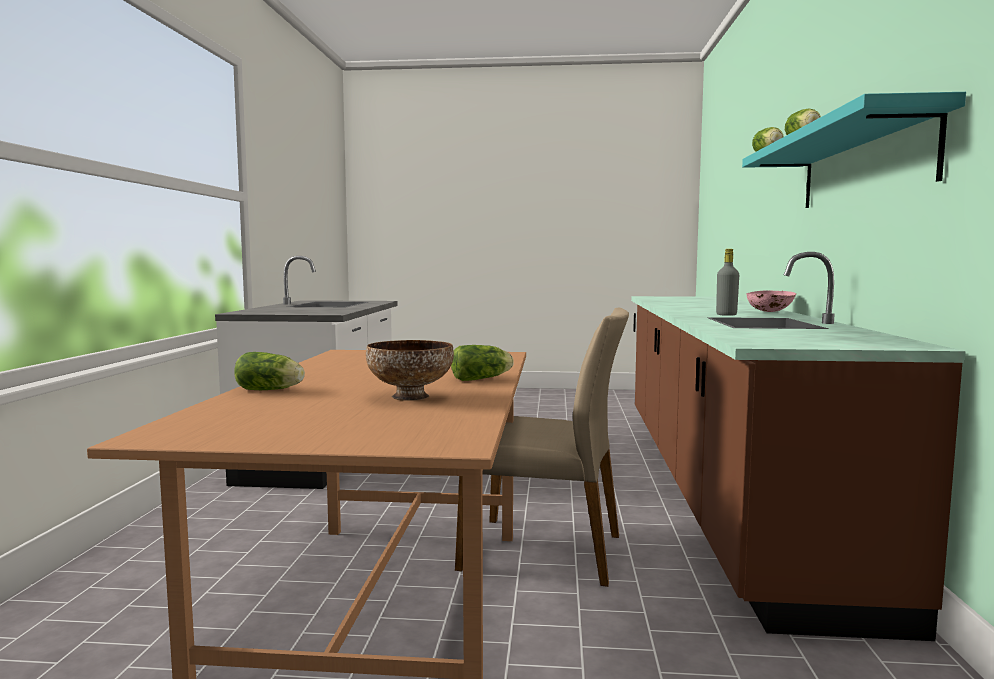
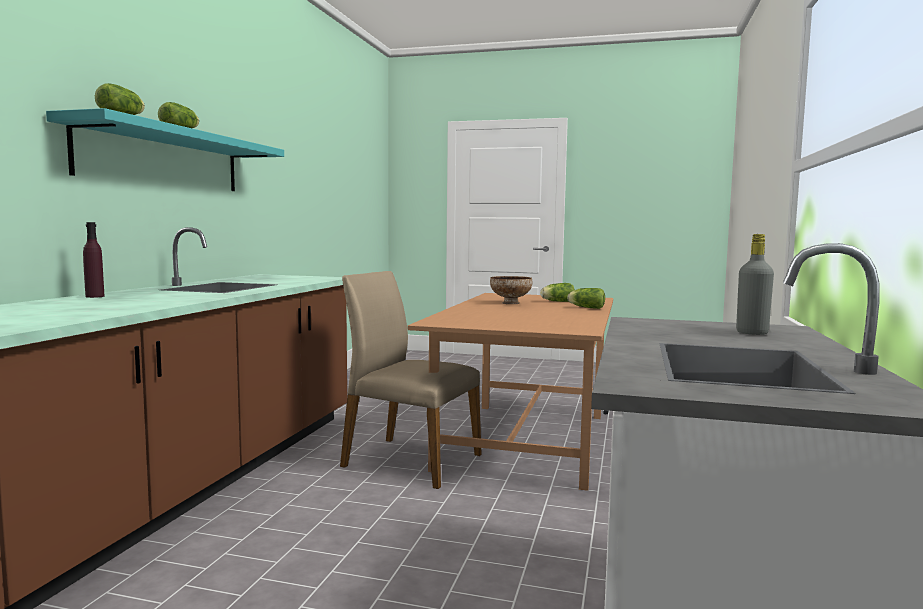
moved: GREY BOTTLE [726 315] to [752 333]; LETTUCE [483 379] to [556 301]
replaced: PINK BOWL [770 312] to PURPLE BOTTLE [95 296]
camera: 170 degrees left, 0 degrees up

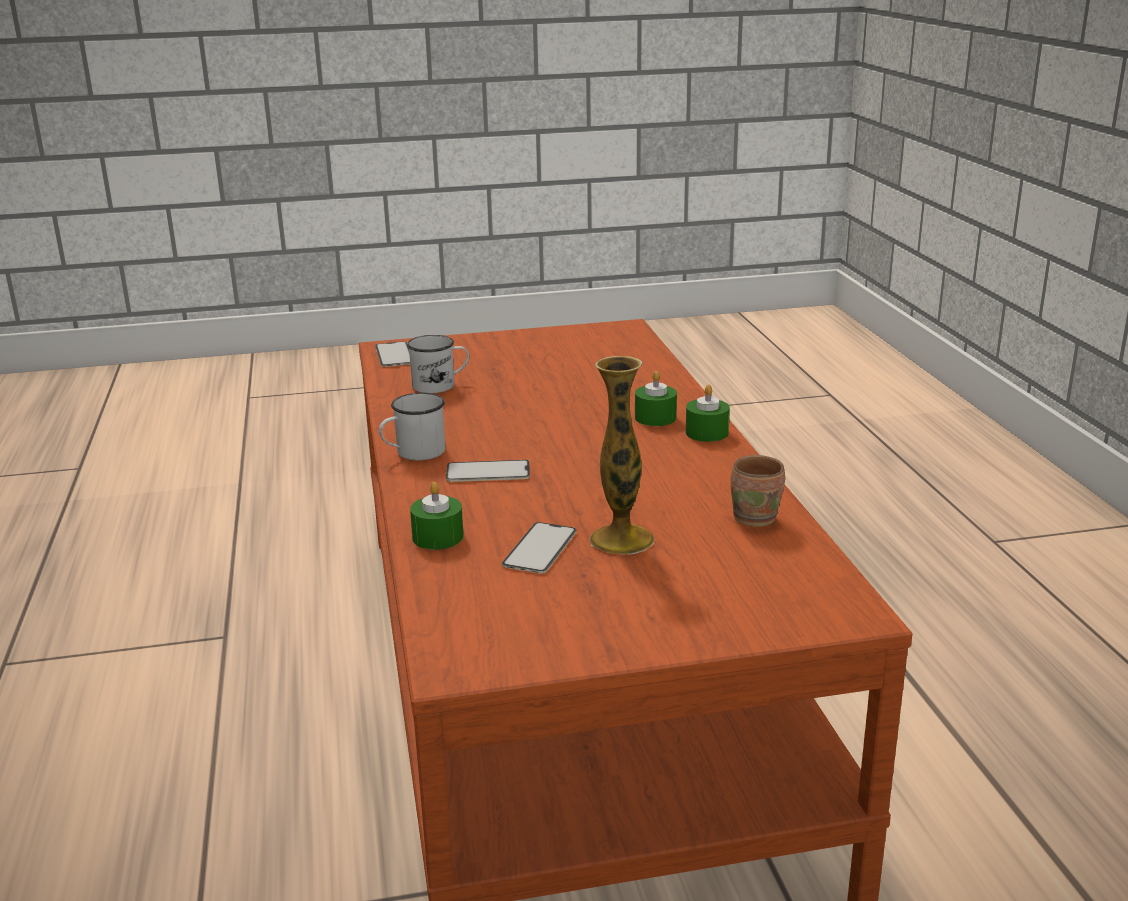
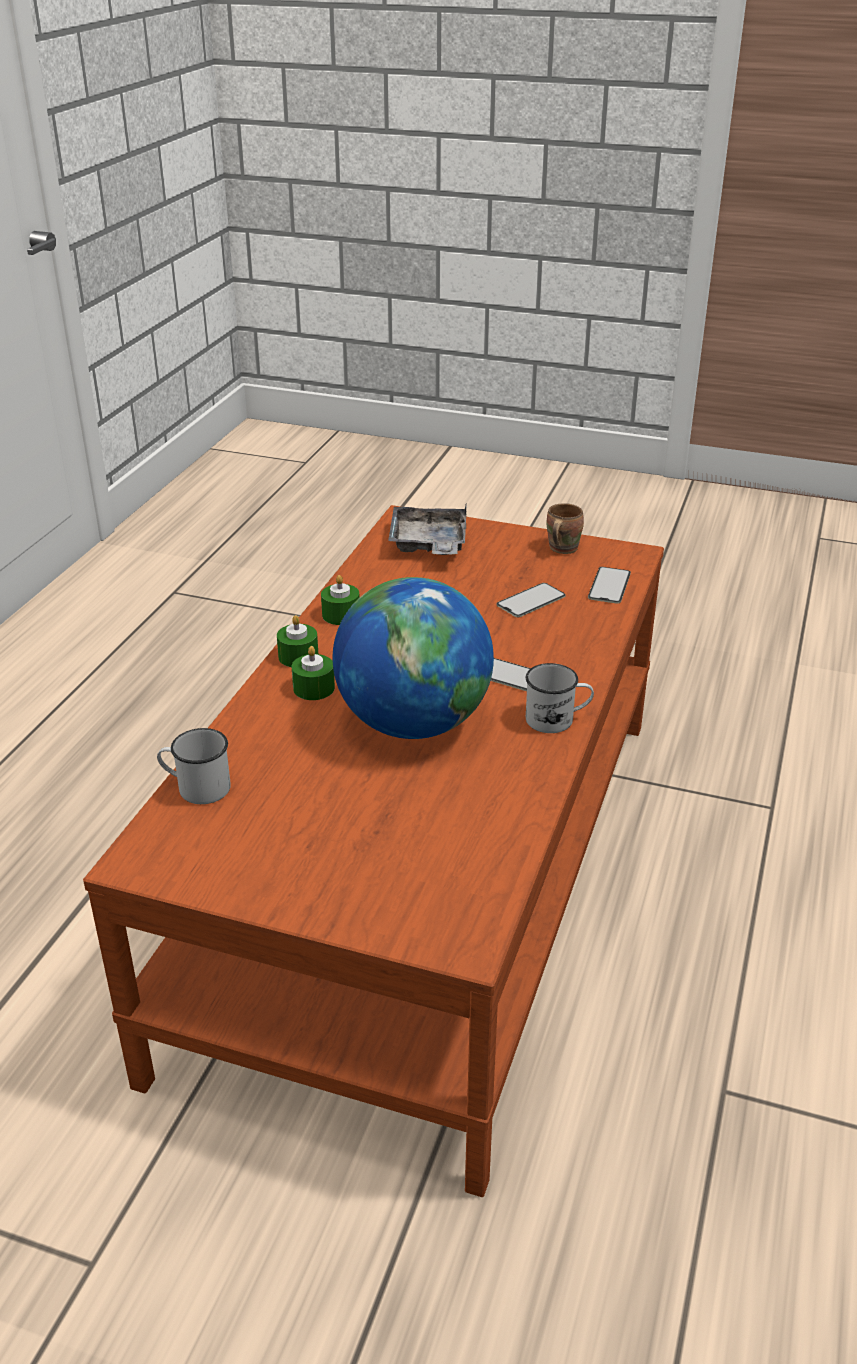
removed: VASE [622 540]
added: GREY TRAY [429 544]; GLOBE [413 723]
moved: WHITE MUG [440 385] to [196 787]; PHONE [394 355] to [609 585]; BROWN MUG [756 517] to [560 548]; GREEN CANDLE [438 537] to [341 615]
camera: 150 degrees left, 10 degrees up

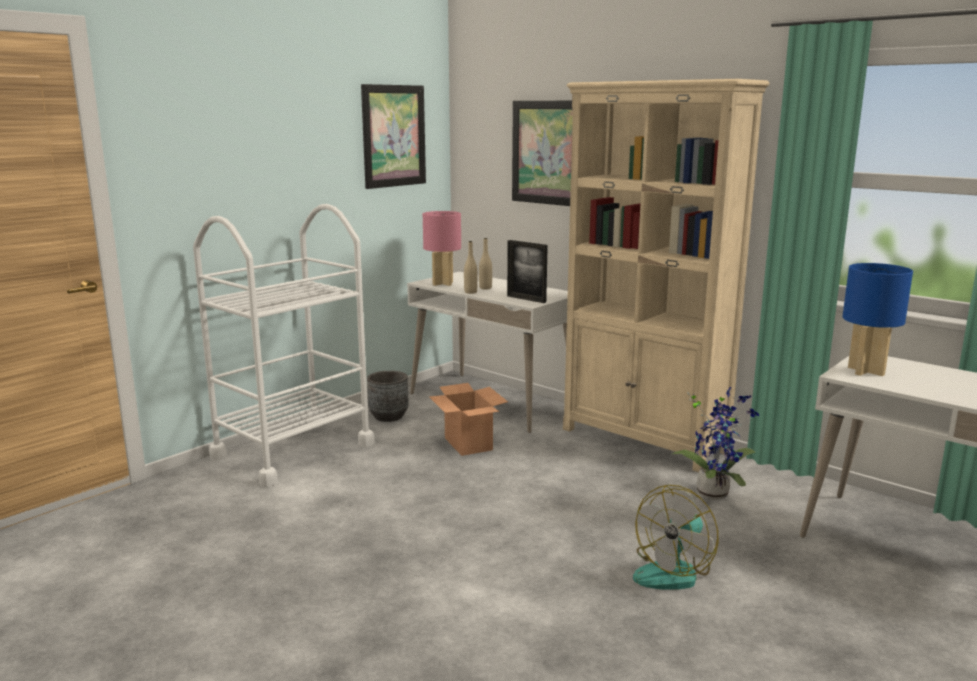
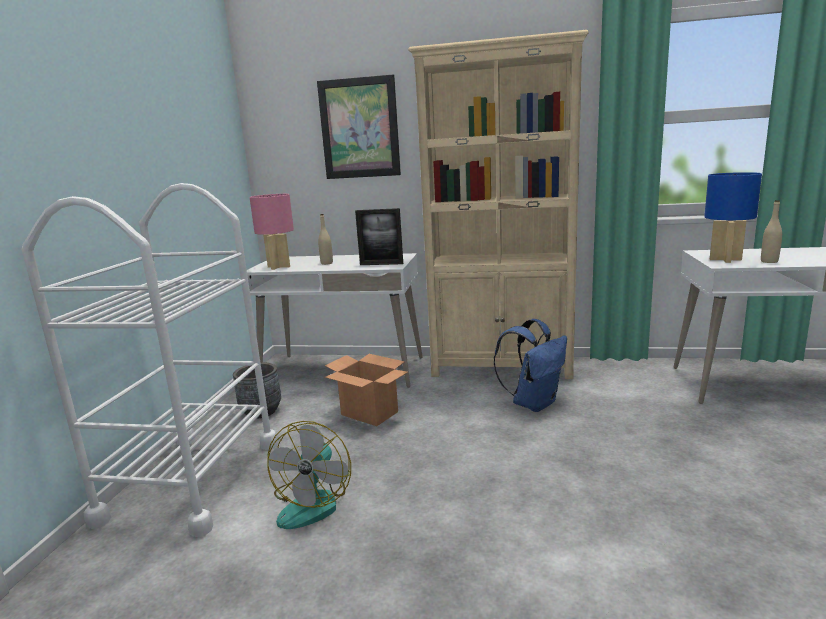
removed: PICTURE [394 136]; POTTED PLANT [714 492]
added: BLUE BACKPACK [534 403]
moved: BEIGE BOTTLE [470 292] to [769 261]; FAN [673 571] to [313 502]
camera: 30 degrees left, 0 degrees up

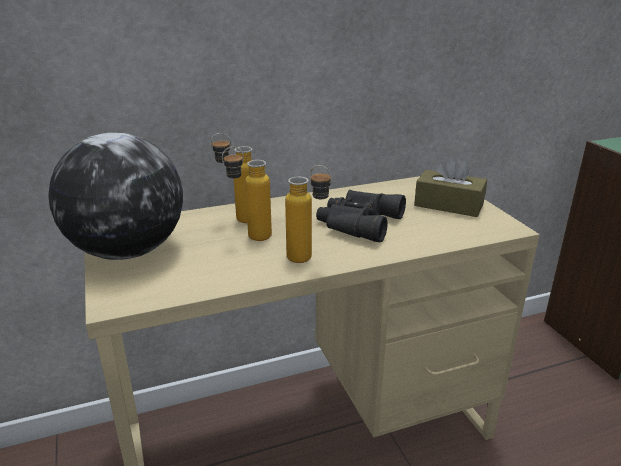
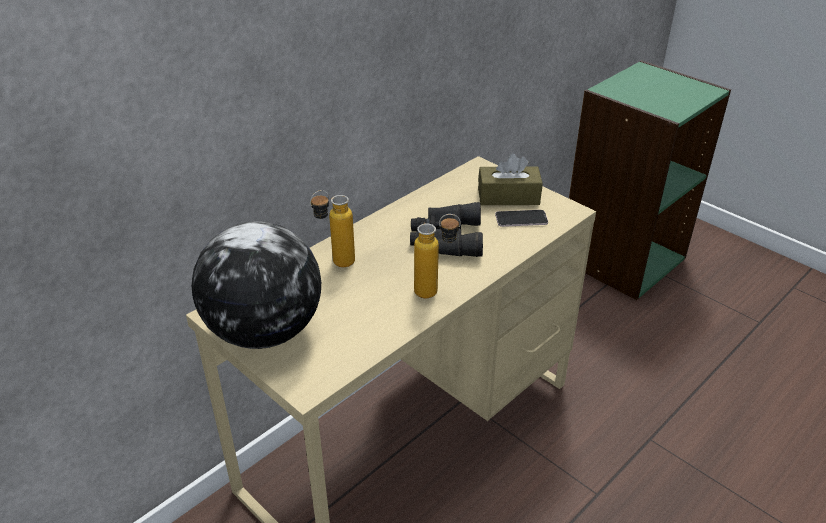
removed: BOTTLE [250 237]
added: PHONE [521 219]
camera: 25 degrees left, 10 degrees up

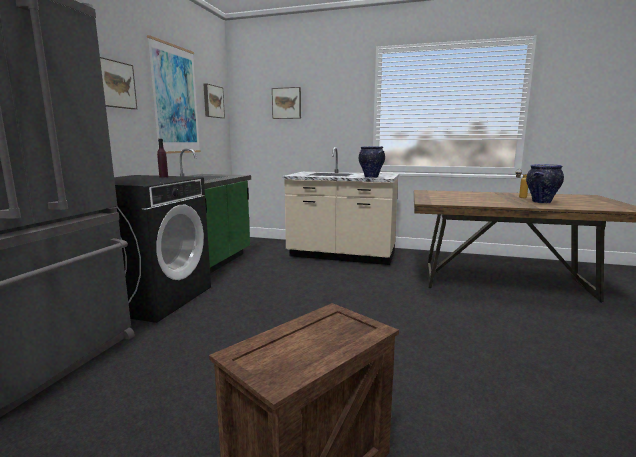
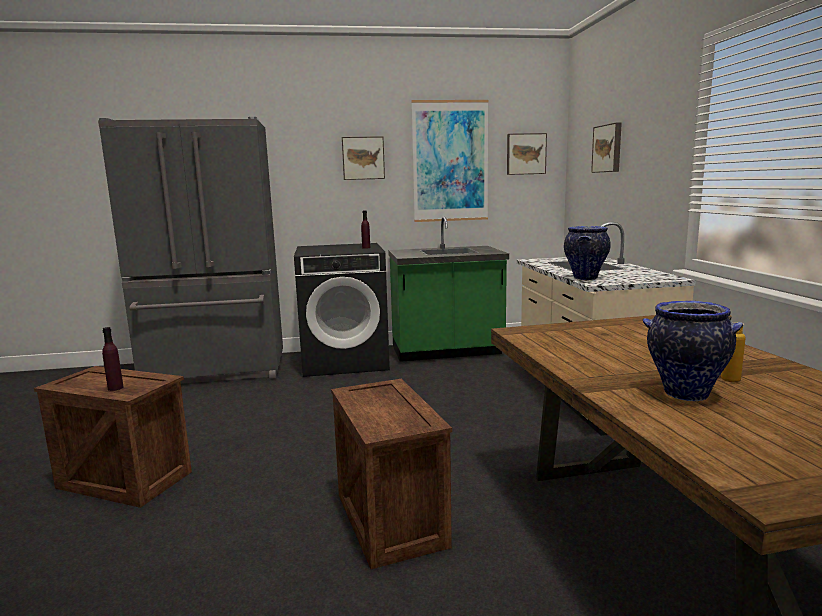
added: PURPLE BOTTLE [115 388]; CRATE [392 520]
camera: 65 degrees right, 0 degrees up

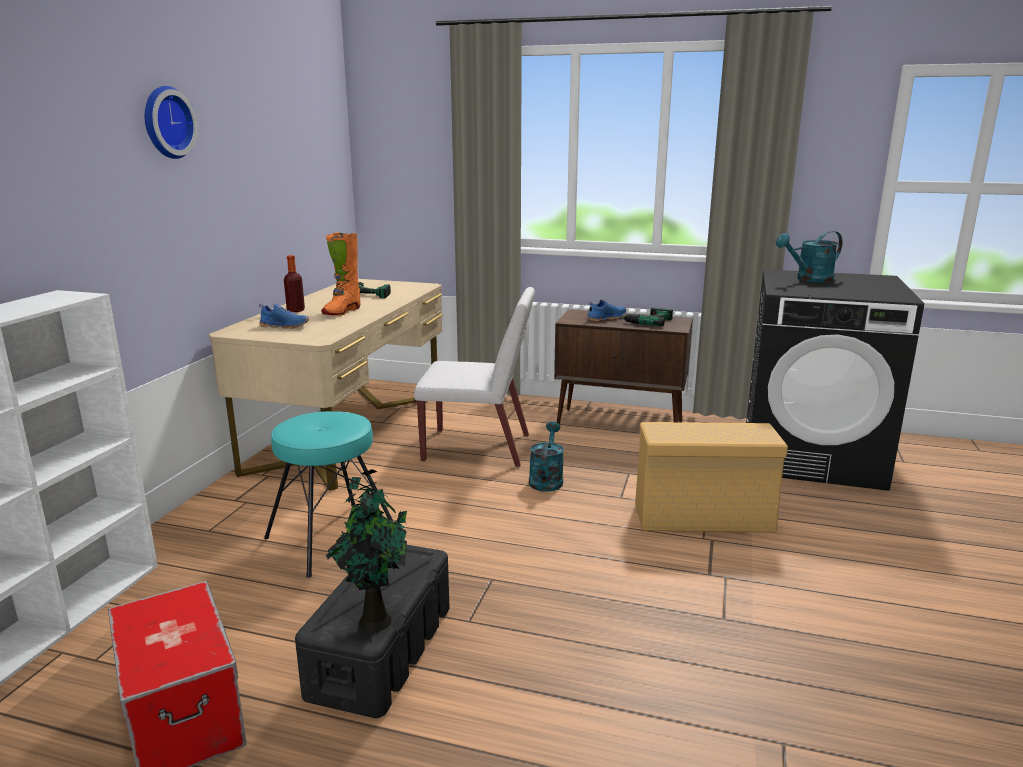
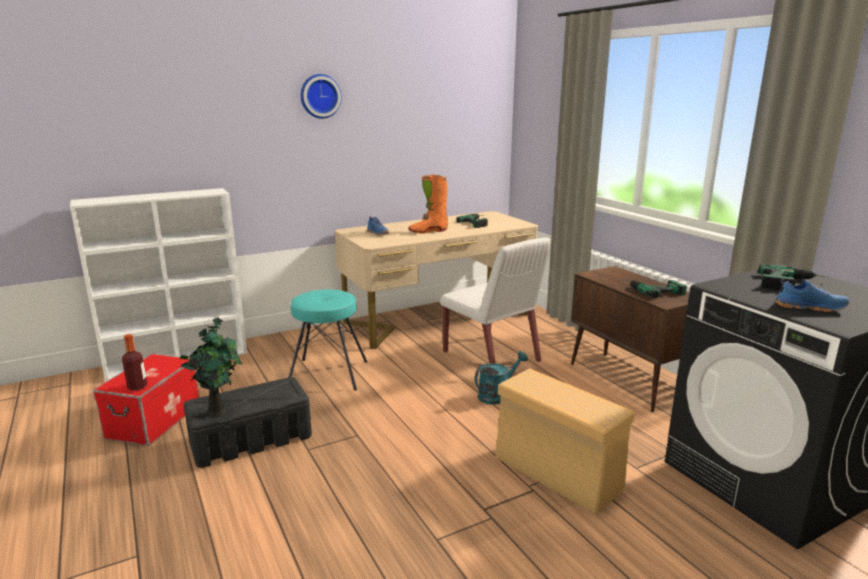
moved: BOTTLE [296 310] to [137 387]; BLUE SHOE [605 318] to [809 307]
replaced: TURQUOISE WATERING CAN [809 279] to POWER DRILL [793 284]
camera: 45 degrees right, 0 degrees up

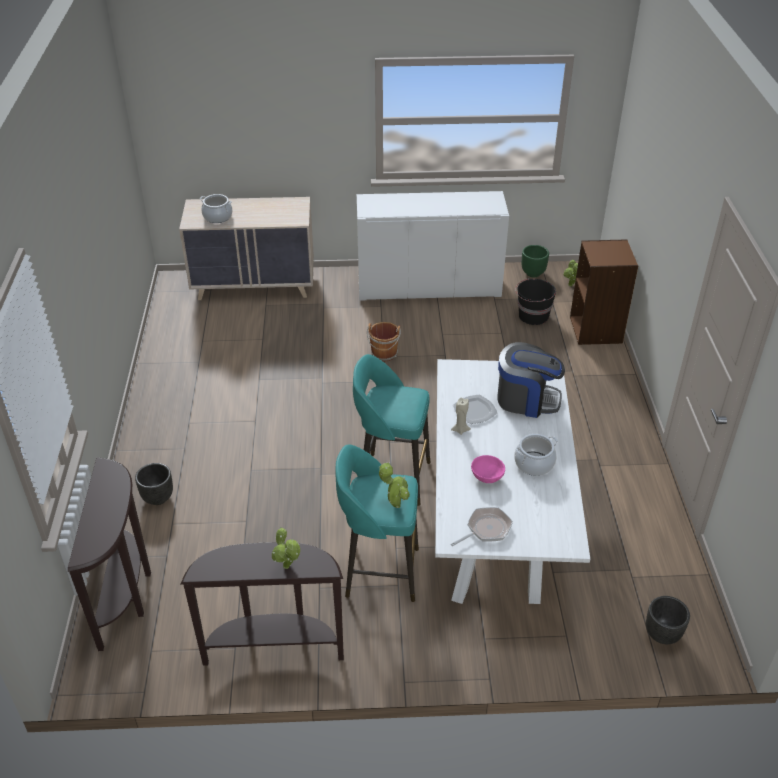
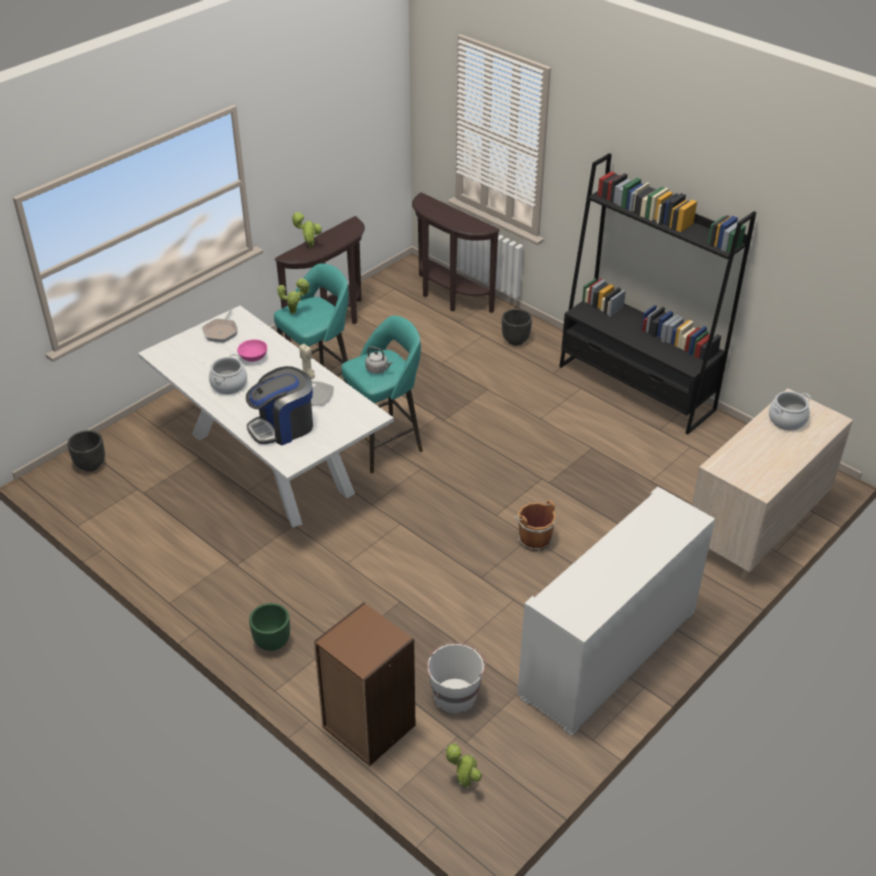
added: BLACK BOOKCASE [636 388]; GREY KETTLE [378 369]
moved: GREEN PLANTER [533 273] to [272 642]
recoloured: BLACK BUCKET [532 316] to WHITE BUCKET [455 694]
camera: 135 degrees right, 0 degrees up

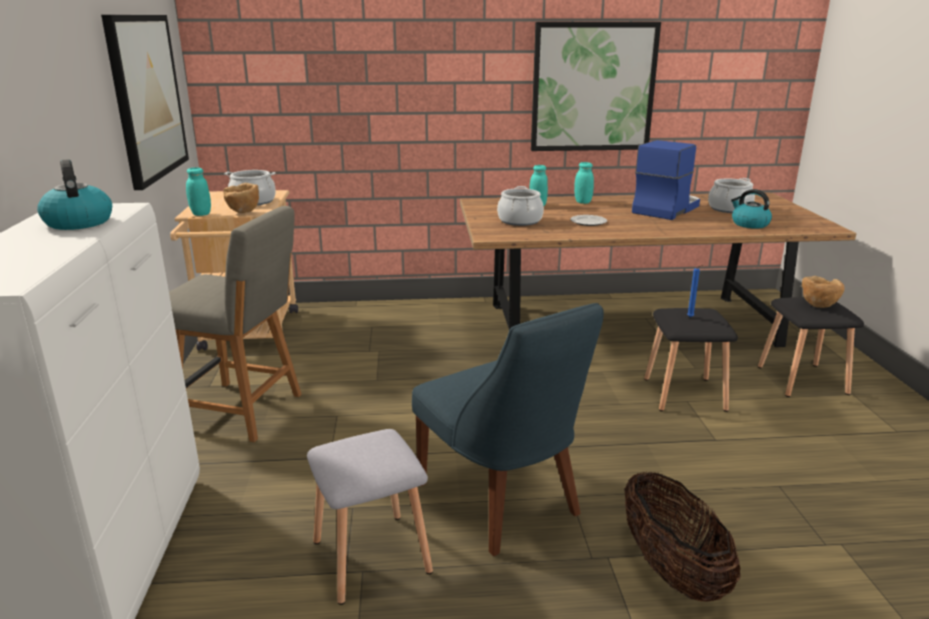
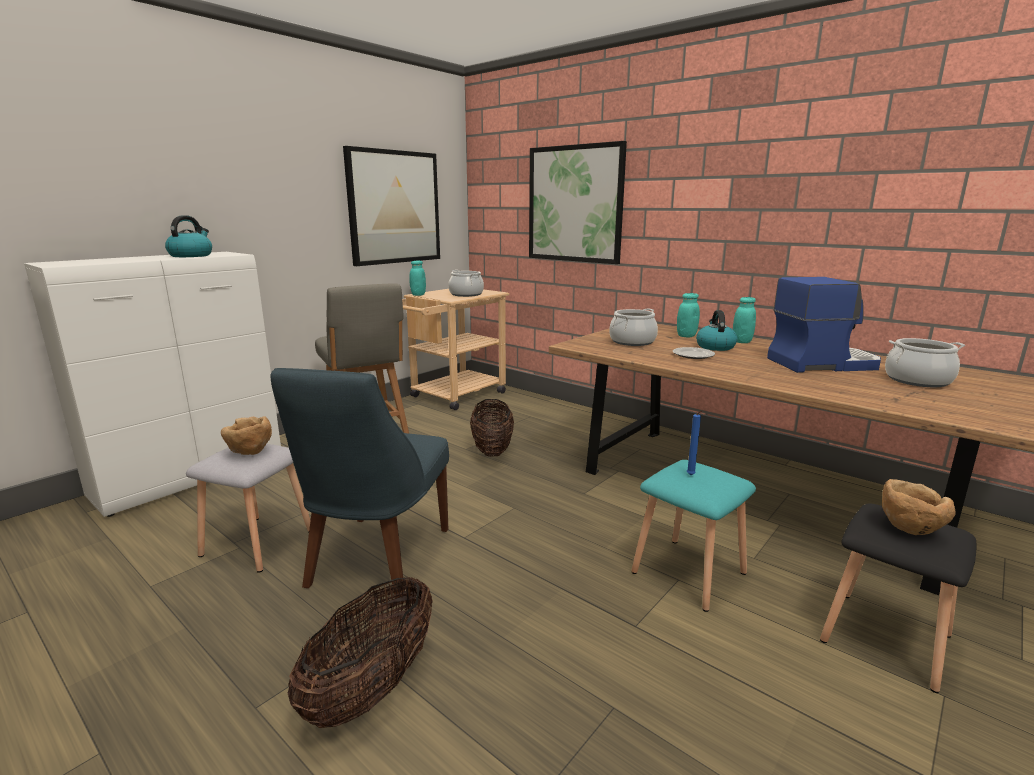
added: BASKET [492 450]
moved: PICTURE [593 87] to [575 204]; BROWN BOWL [243 212] to [250 453]; KETTLE [749 224] to [715 347]
recoloured: BLACK STOOL [683 394] to TURQUOISE STOOL [686 572]
camera: 45 degrees right, 5 degrees down

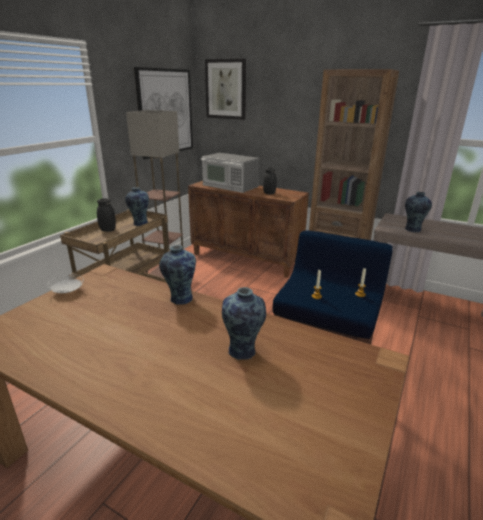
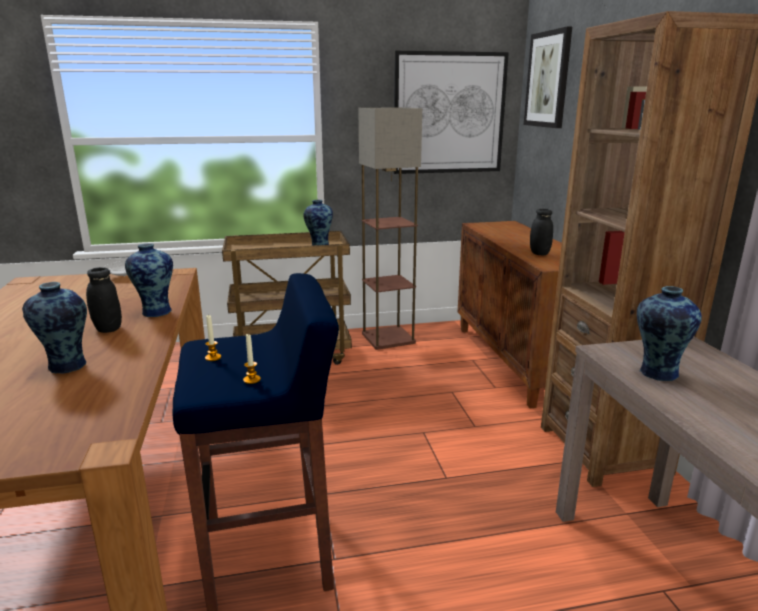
removed: MICROWAVE [230 186]
moved: BLACK JAR [108 230] to [108 329]
camera: 50 degrees right, 5 degrees down

